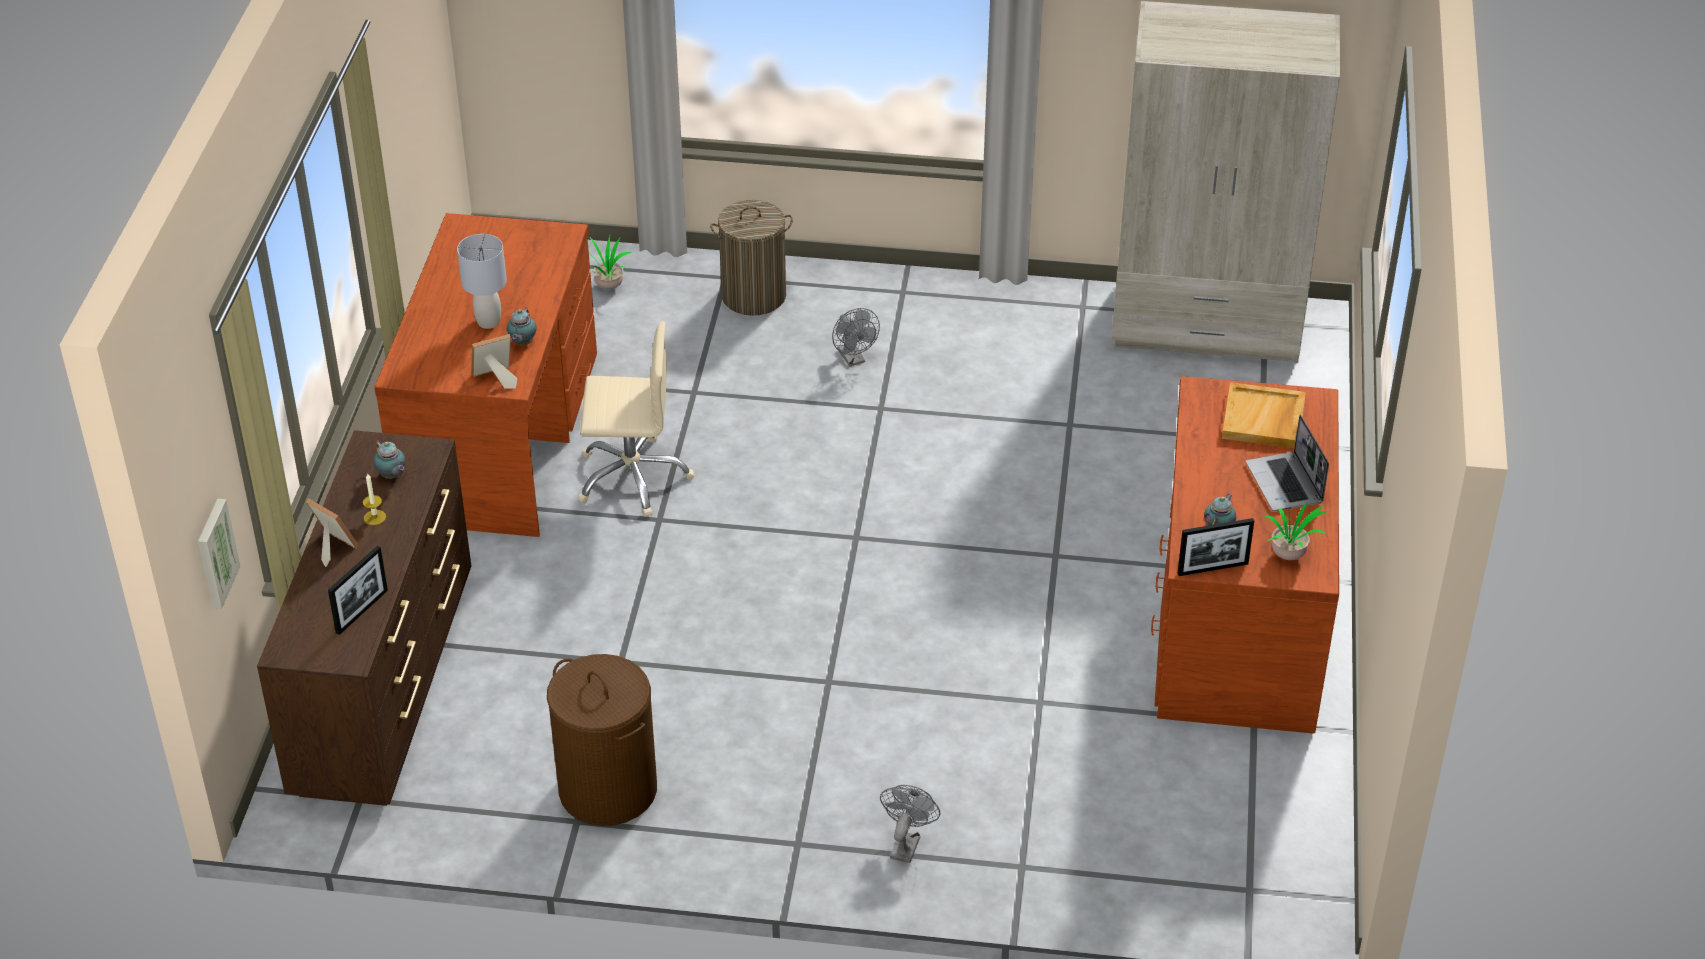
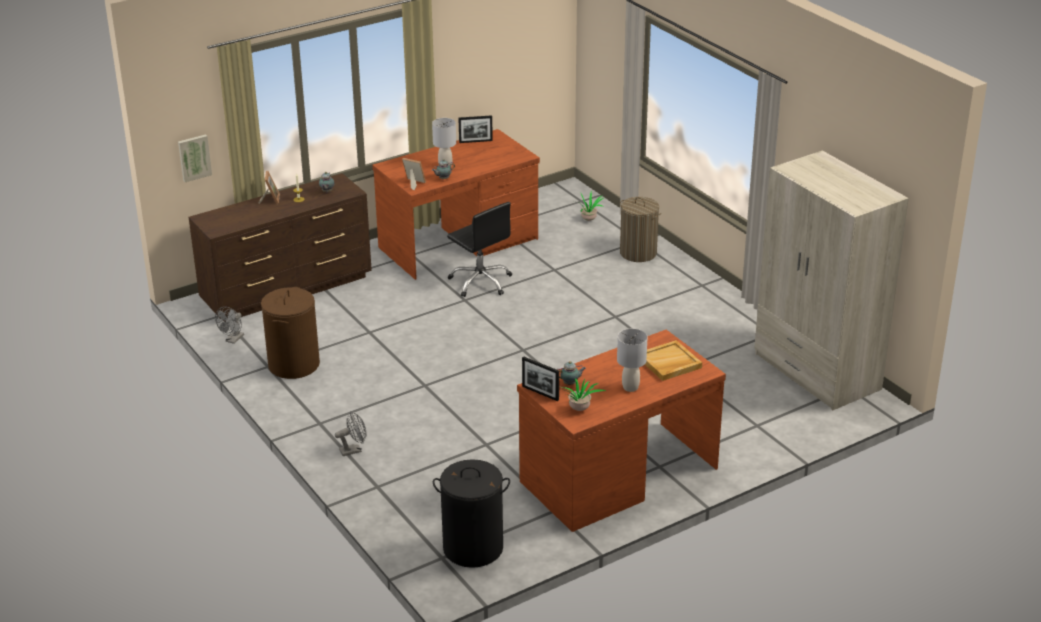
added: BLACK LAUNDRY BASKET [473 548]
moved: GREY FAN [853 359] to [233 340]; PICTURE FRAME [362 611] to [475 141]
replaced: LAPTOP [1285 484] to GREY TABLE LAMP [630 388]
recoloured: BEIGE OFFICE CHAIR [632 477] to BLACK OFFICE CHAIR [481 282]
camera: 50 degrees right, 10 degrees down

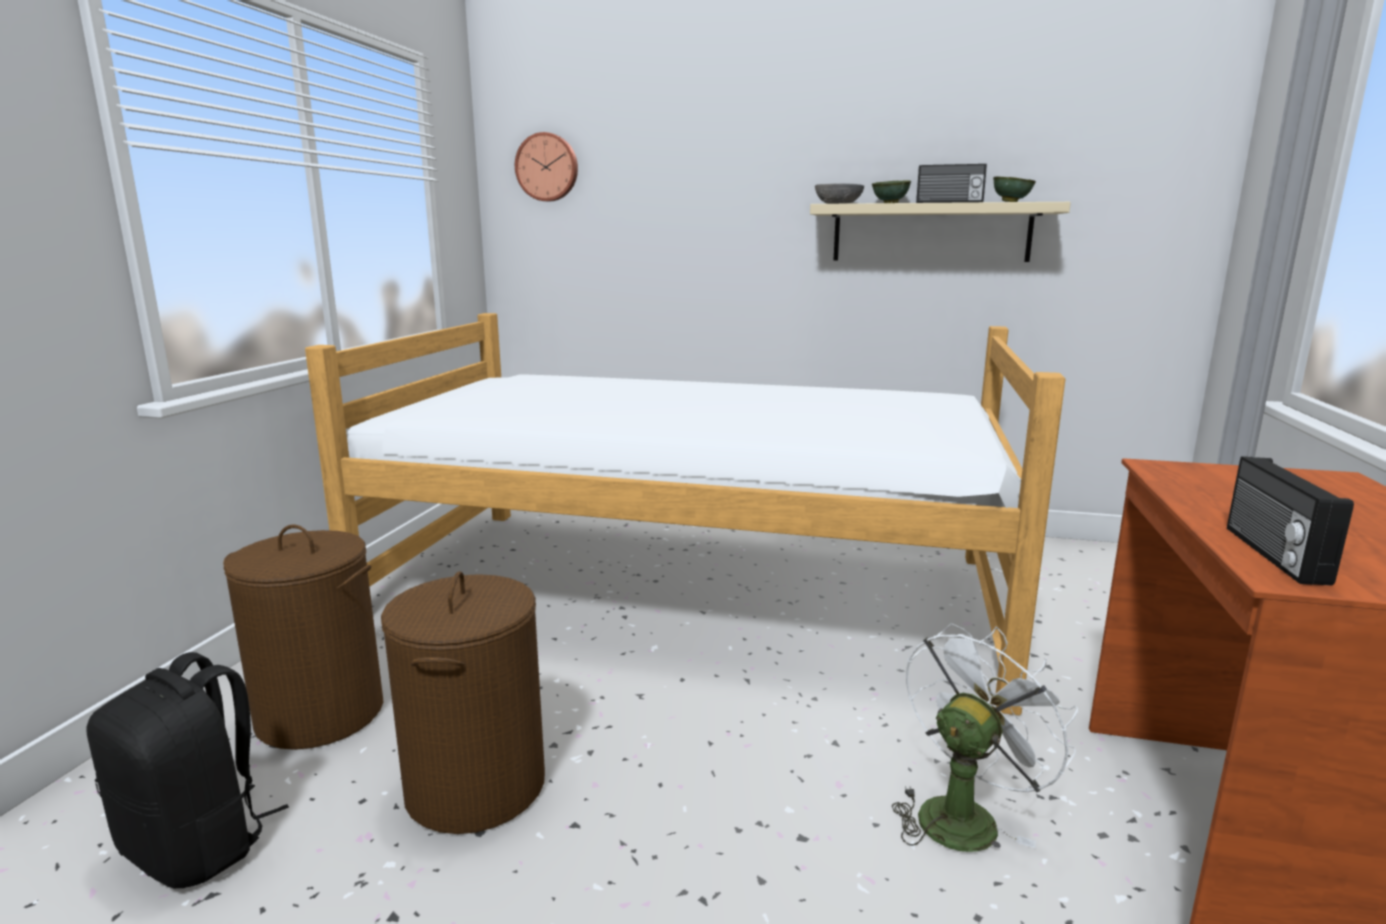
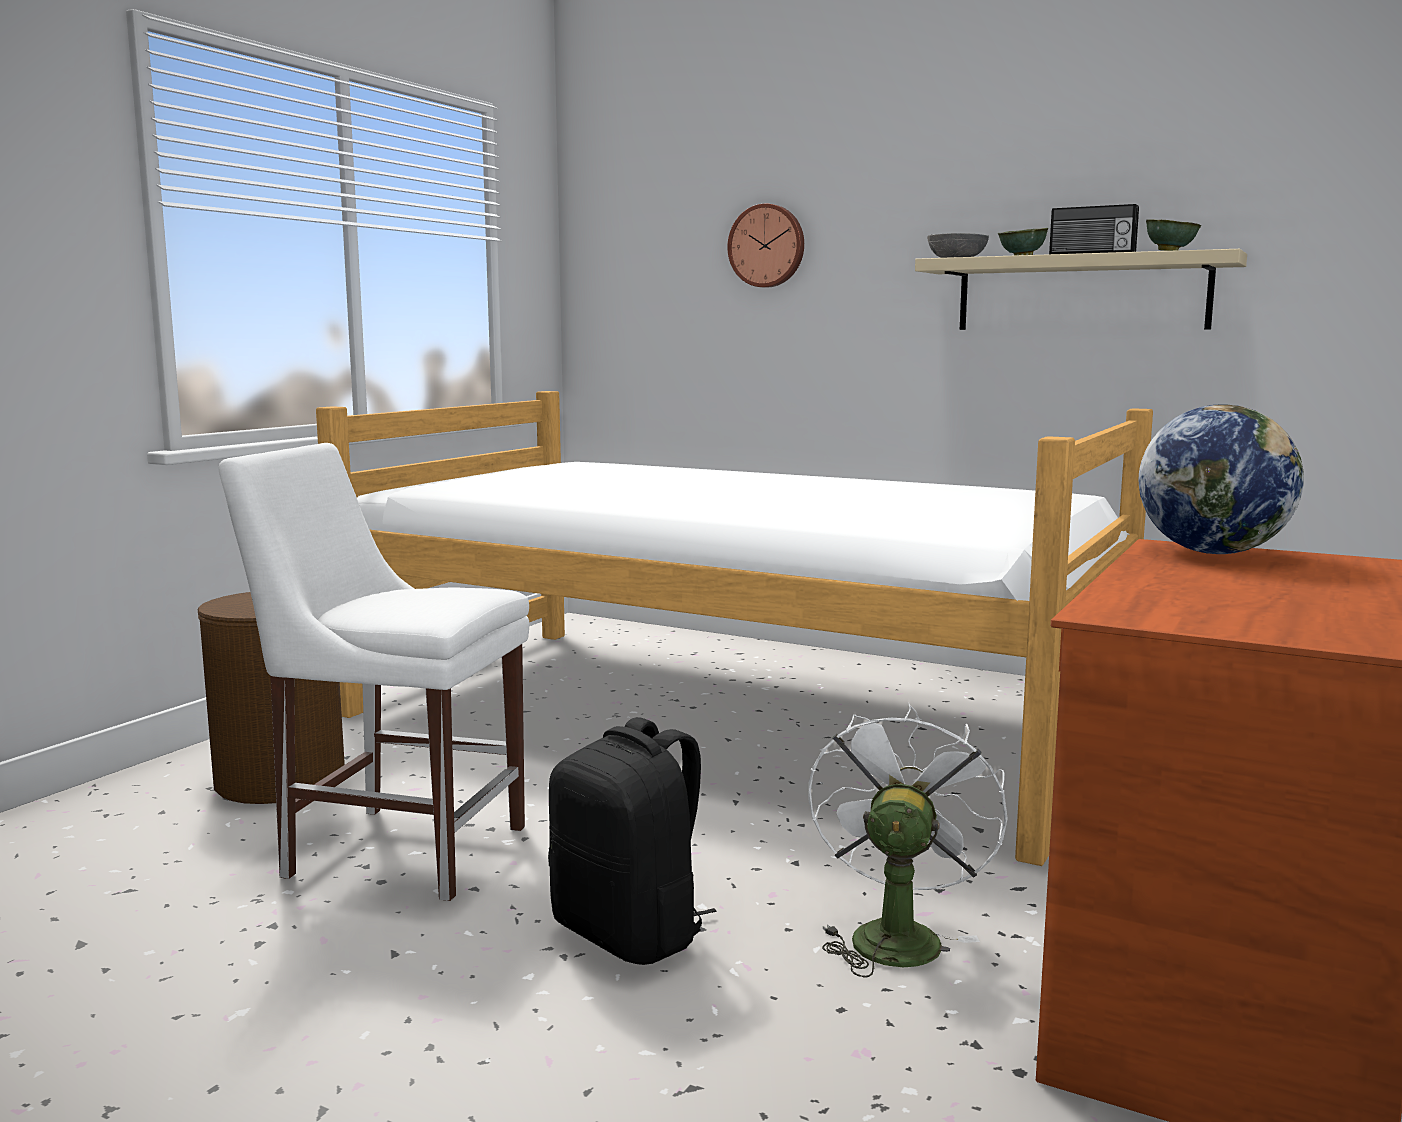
removed: RADIO [1271 554]
added: GLOBE [1213 552]
moved: WALL CLOCK [547 167] to [767 246]; BLACK BACKPACK [198 846] to [631 934]
replaced: BROWN LAUNDRY BASKET [476 786] to WHITE CHAIR [396 849]
turned: WHITE FAN [963 814] = [895 934] 45 degrees counterclockwise
camera: 15 degrees right, 5 degrees down

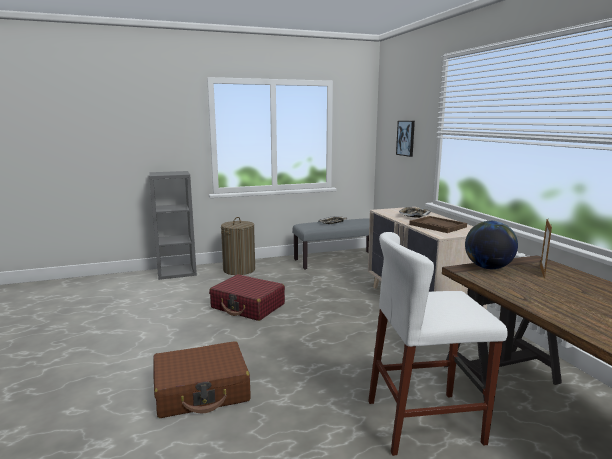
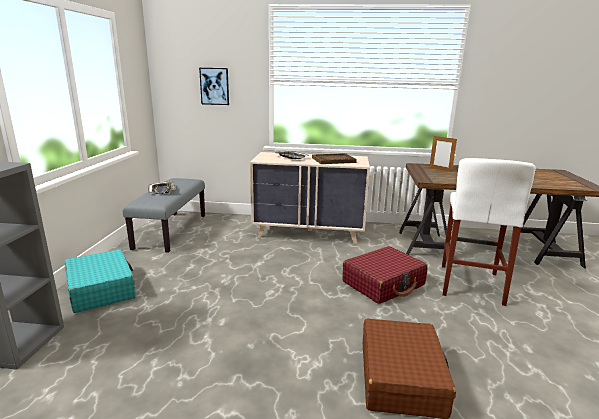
removed: GLOBE [488 267]
moved: RED SUITCASE [248 306] to [383 283]
replaced: LAUNDRY BASKET [239 269] to TURQUOISE SUITCASE [101 289]
camera: 65 degrees left, 5 degrees up

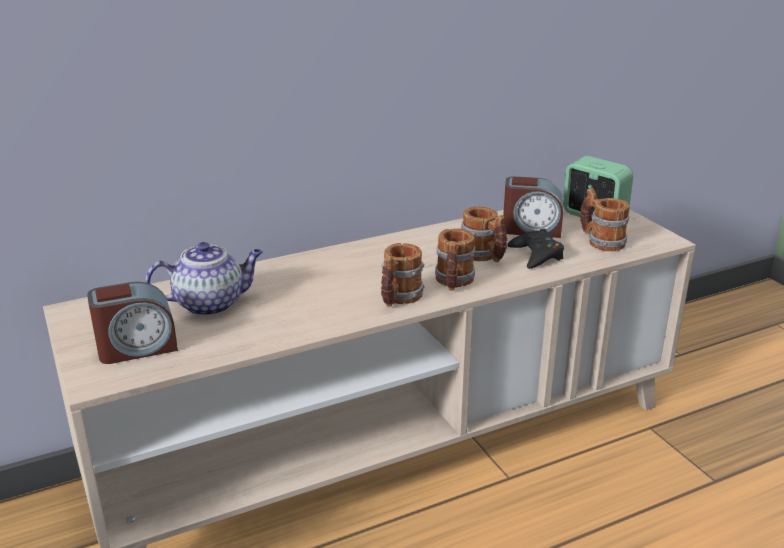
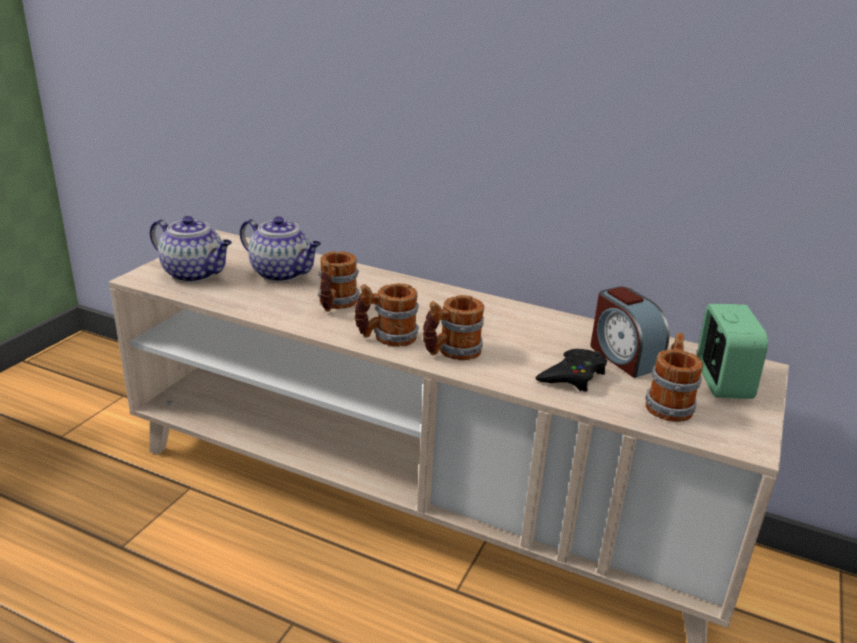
moved: MUG [484 256] to [335 304]
replaced: ALARM CLOCK [137 348] to TEAPOT [195 274]
camera: 50 degrees right, 0 degrees up

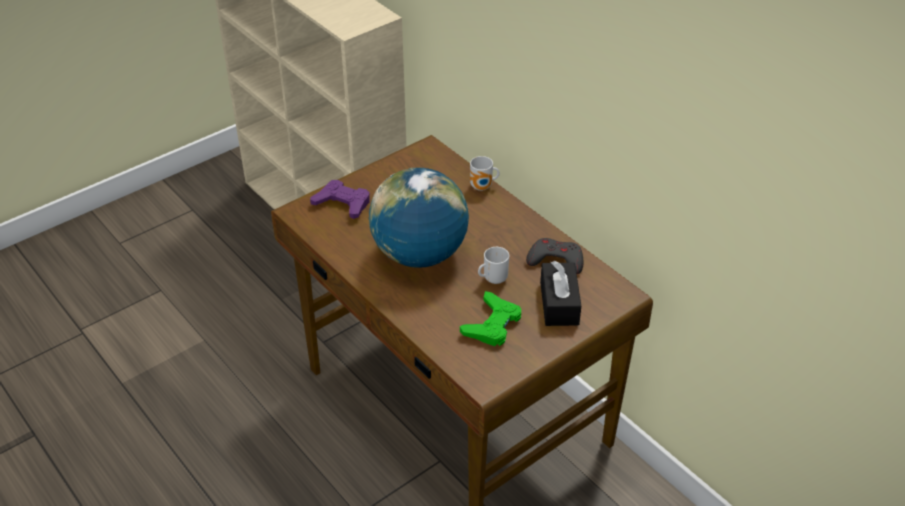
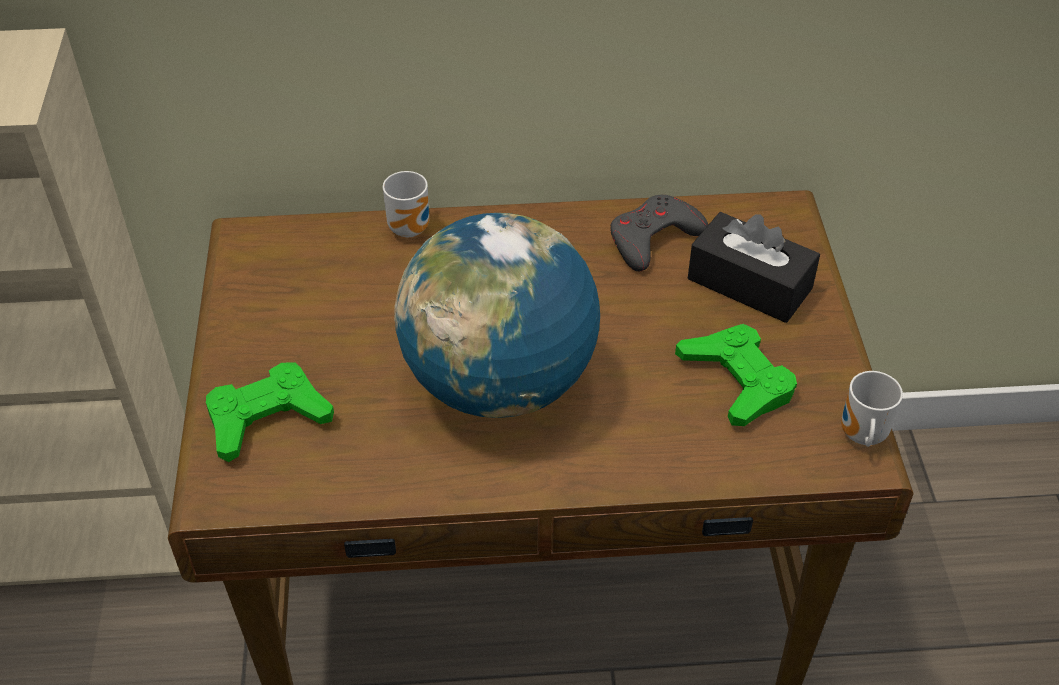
moved: MUG [493 279] to [860 436]
recoloured: PURPLE GAME CONTROLLER [342 203] to GREEN GAME CONTROLLER [267 418]
camera: 55 degrees left, 5 degrees up

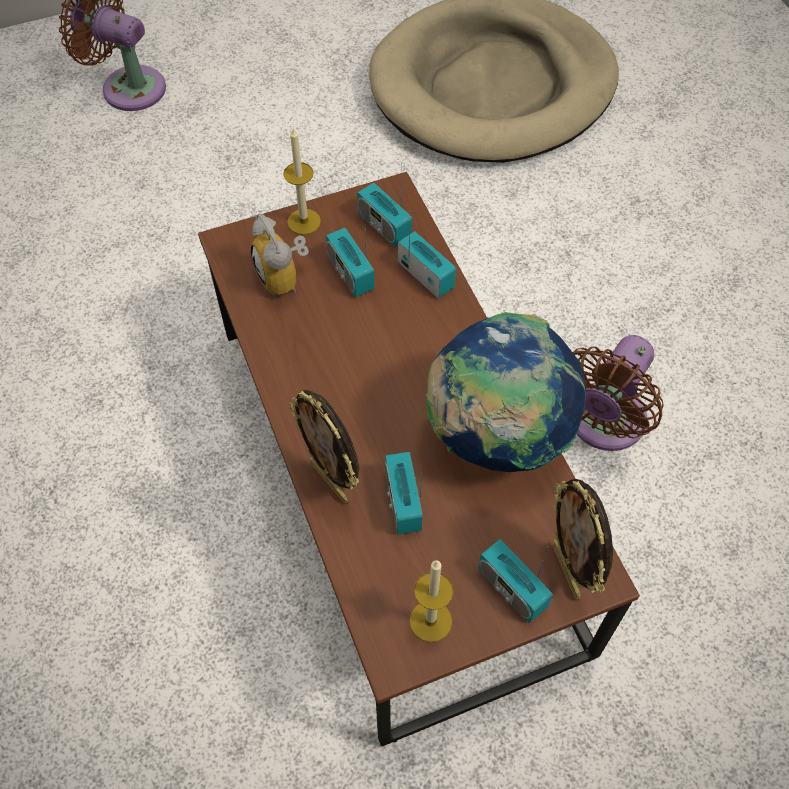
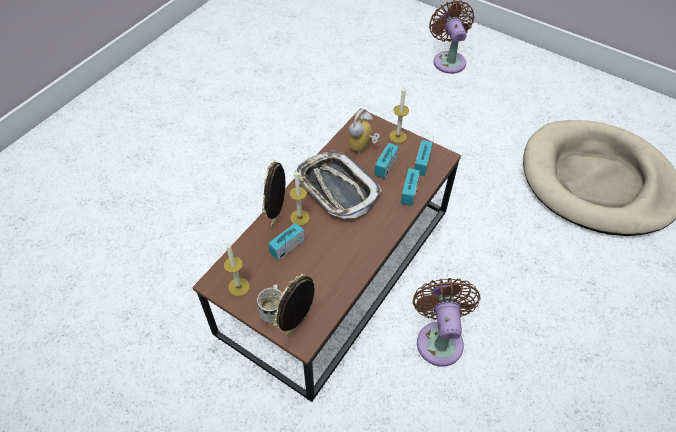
removed: GLOBE [496 435]
added: TRAY [336 188]; CANDLE [300 217]
replaced: RADIO [512 588] to WHITE MUG [274 309]
turned: BROWN FAN [602 423] = [439 338] 90 degrees clockwise
camera: 55 degrees right, 5 degrees down

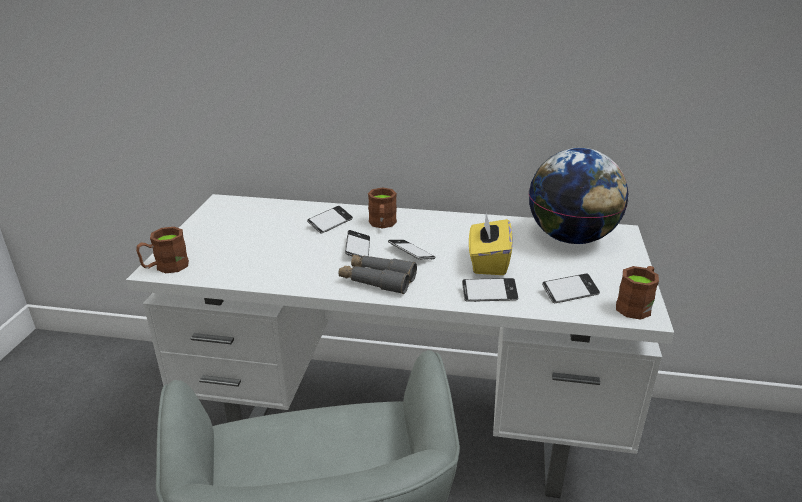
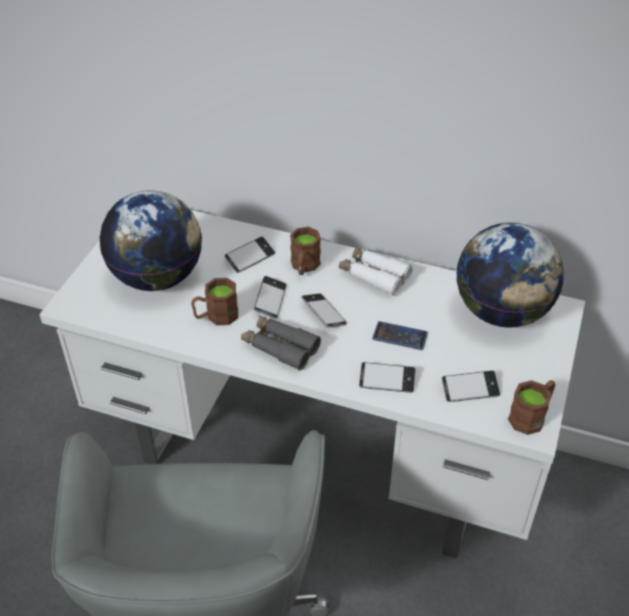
added: GLOBE [158 278]; WHITE BINOCULARS [374 276]
moved: BROWN MUG [165 267] to [216 316]
replaced: YELLOW TISSUE BOX [488 262] to PHONE [400 336]
camera: 10 degrees right, 15 degrees up

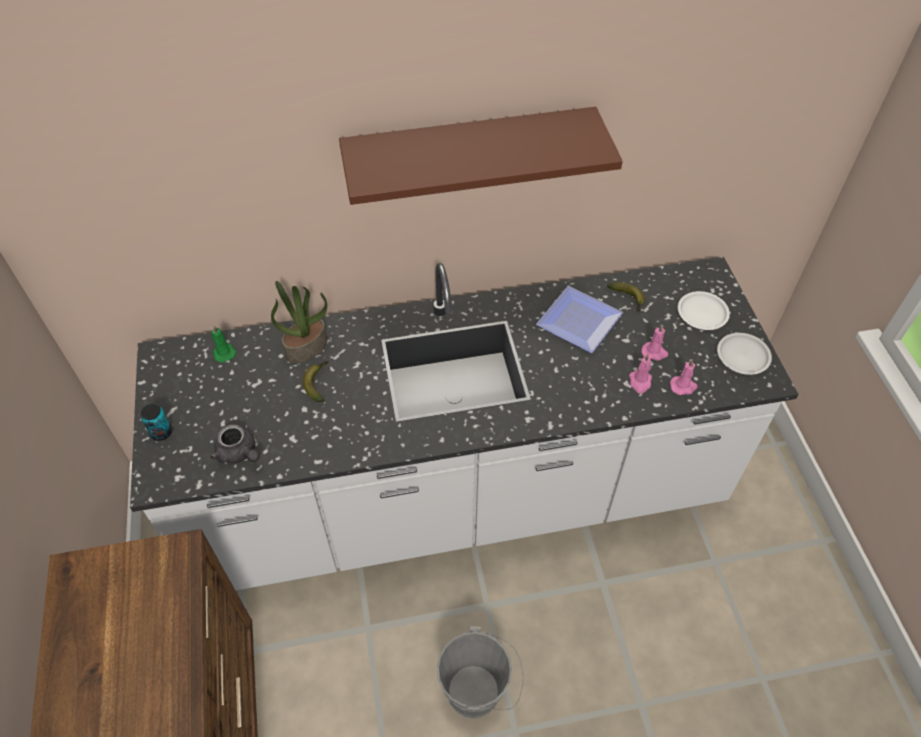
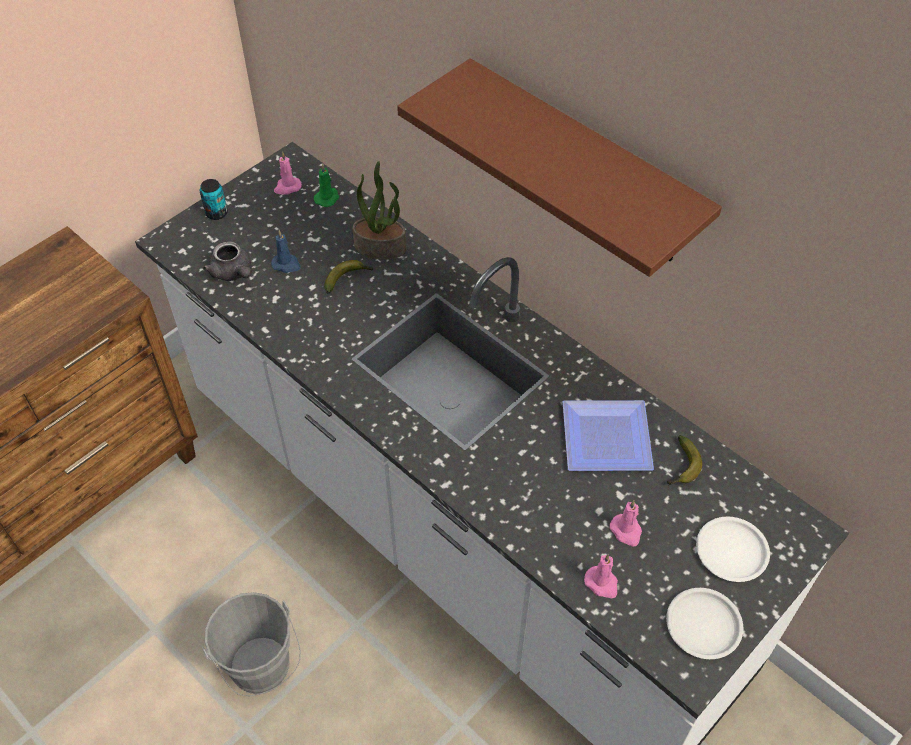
added: BLUE CANDLE [286 264]
moved: PINK CANDLE [640 382] to [287 187]
turned: GREY TEAPOT [239 453] = [233 273] 45 degrees counterclockwise
camera: 55 degrees right, 0 degrees up

